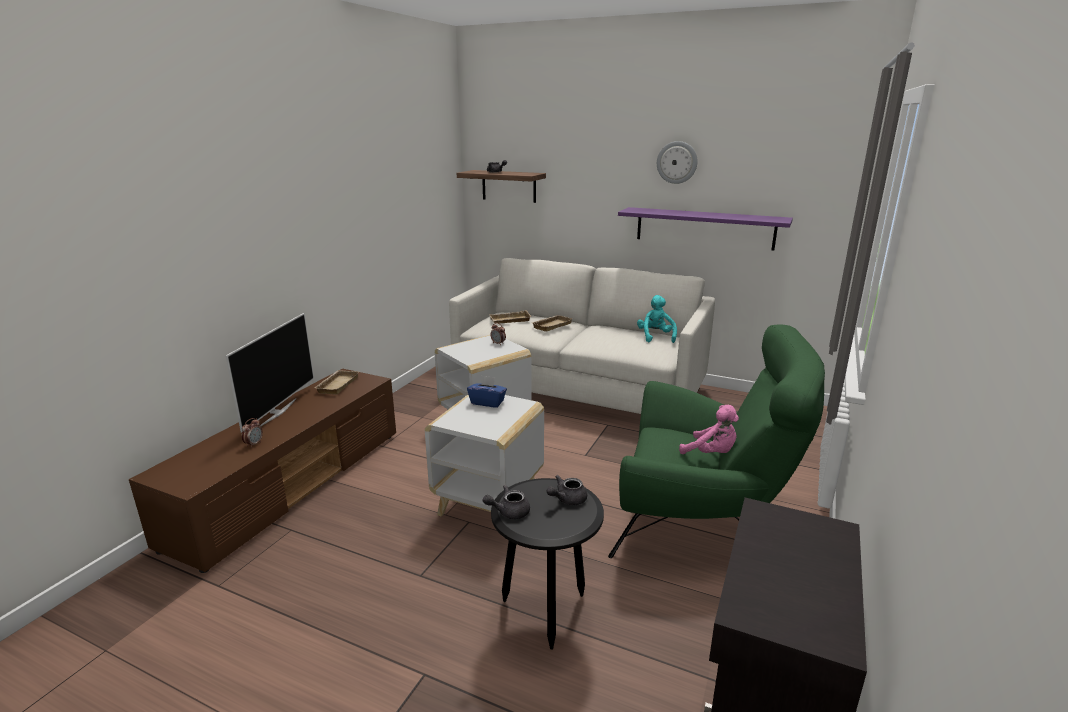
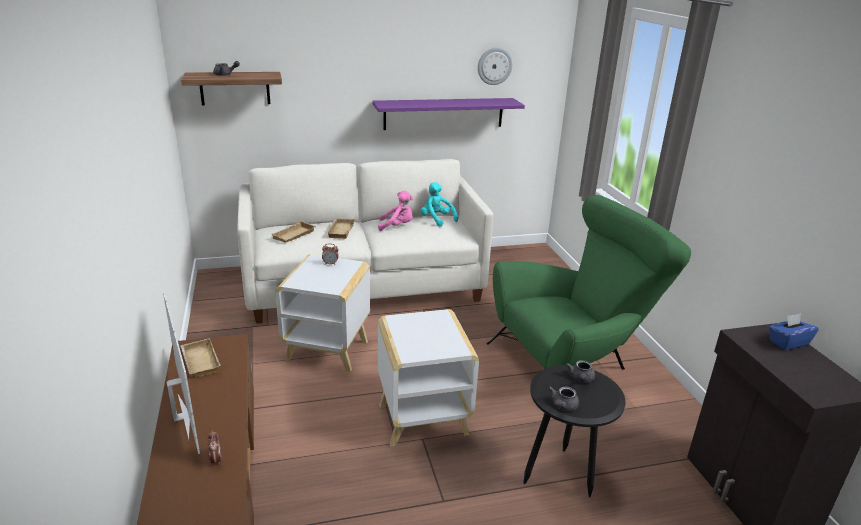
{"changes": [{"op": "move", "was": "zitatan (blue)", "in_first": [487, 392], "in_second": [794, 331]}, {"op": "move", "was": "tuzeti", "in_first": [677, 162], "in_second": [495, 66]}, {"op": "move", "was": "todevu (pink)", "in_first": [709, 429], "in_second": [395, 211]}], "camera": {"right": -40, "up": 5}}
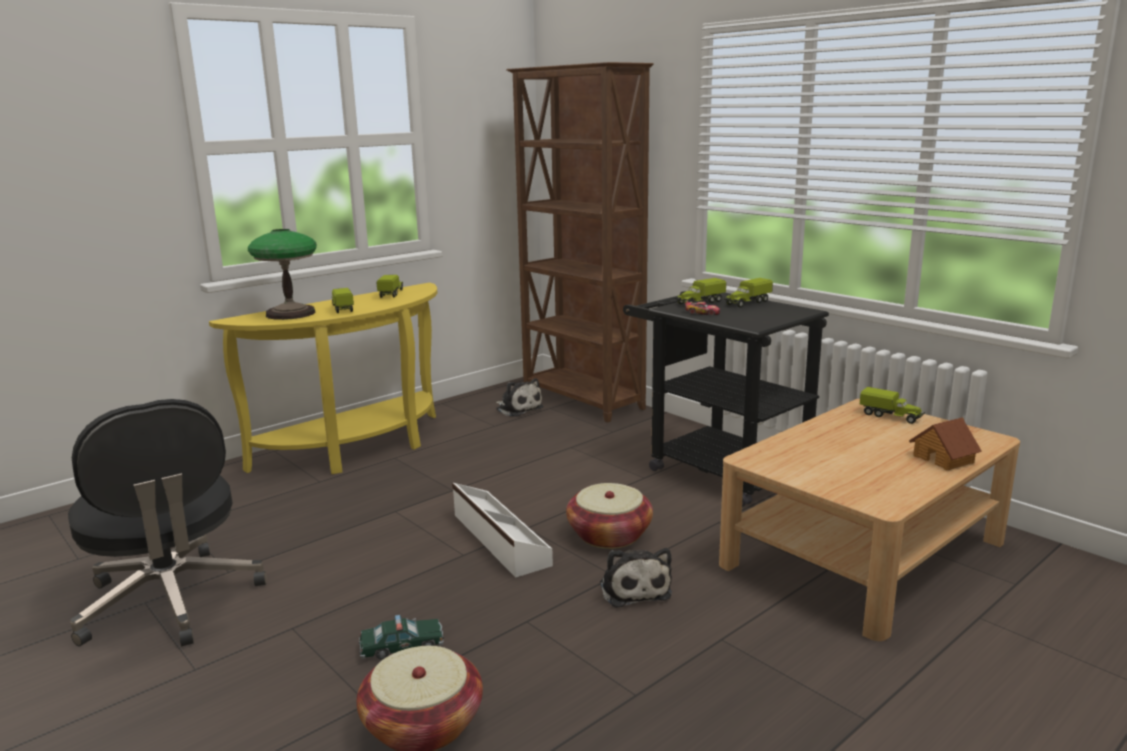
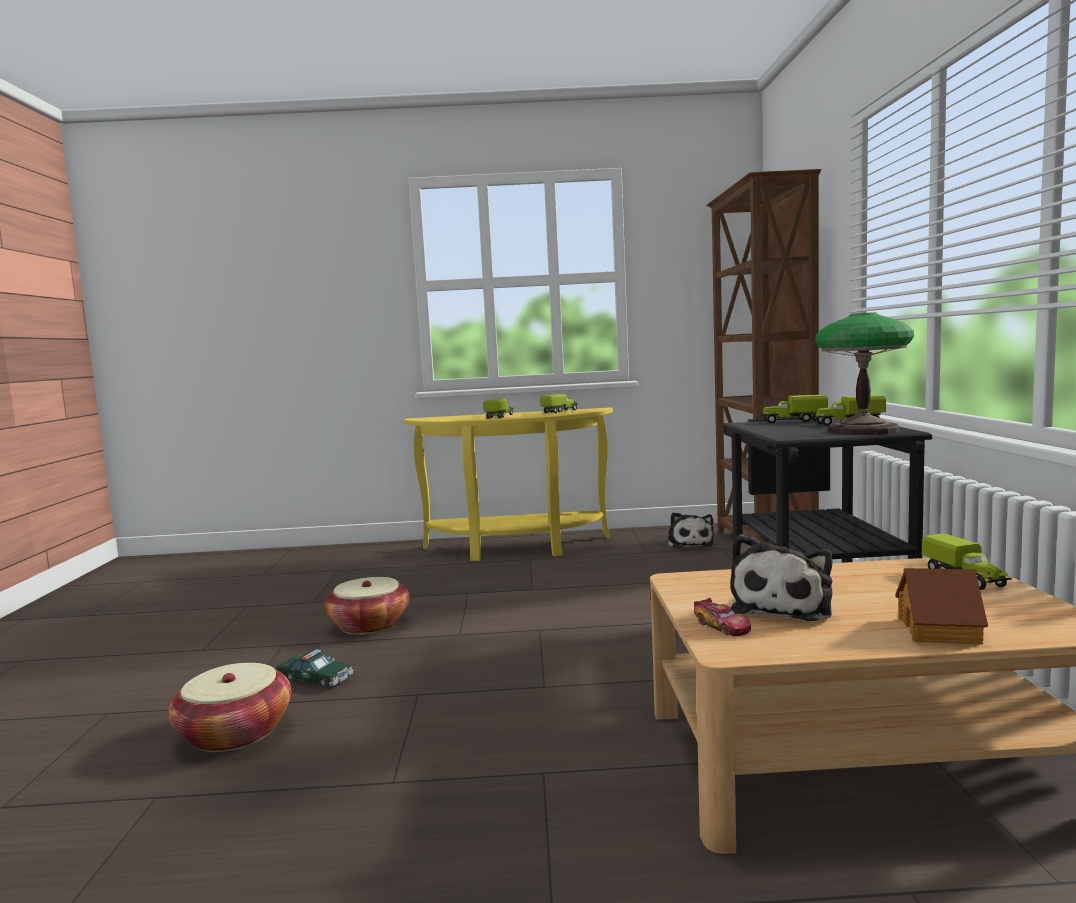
{"changes": [{"op": "delete", "was": "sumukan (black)", "in_first": [167, 523]}, {"op": "move", "was": "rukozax", "in_first": [282, 274], "in_second": [864, 373]}, {"op": "delete", "was": "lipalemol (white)", "in_first": [502, 530]}, {"op": "move", "was": "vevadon", "in_first": [609, 516], "in_second": [367, 606]}, {"op": "move", "was": "todevu", "in_first": [636, 578], "in_second": [781, 577]}, {"op": "move", "was": "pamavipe", "in_first": [702, 308], "in_second": [722, 617]}], "camera": {"right": 40, "up": -10}}
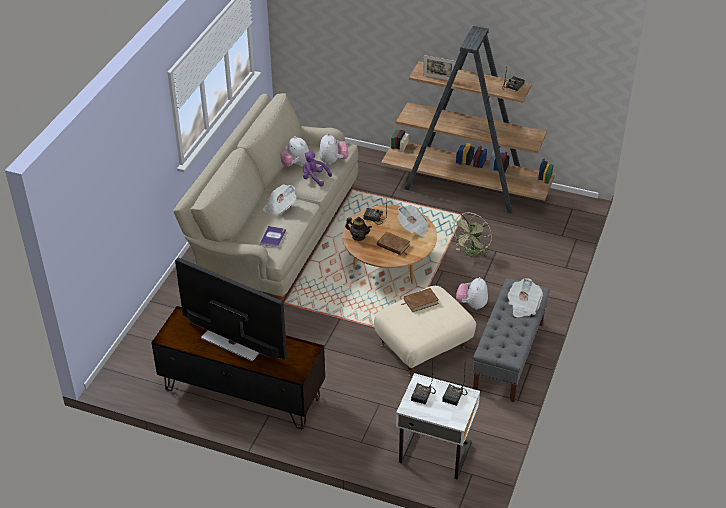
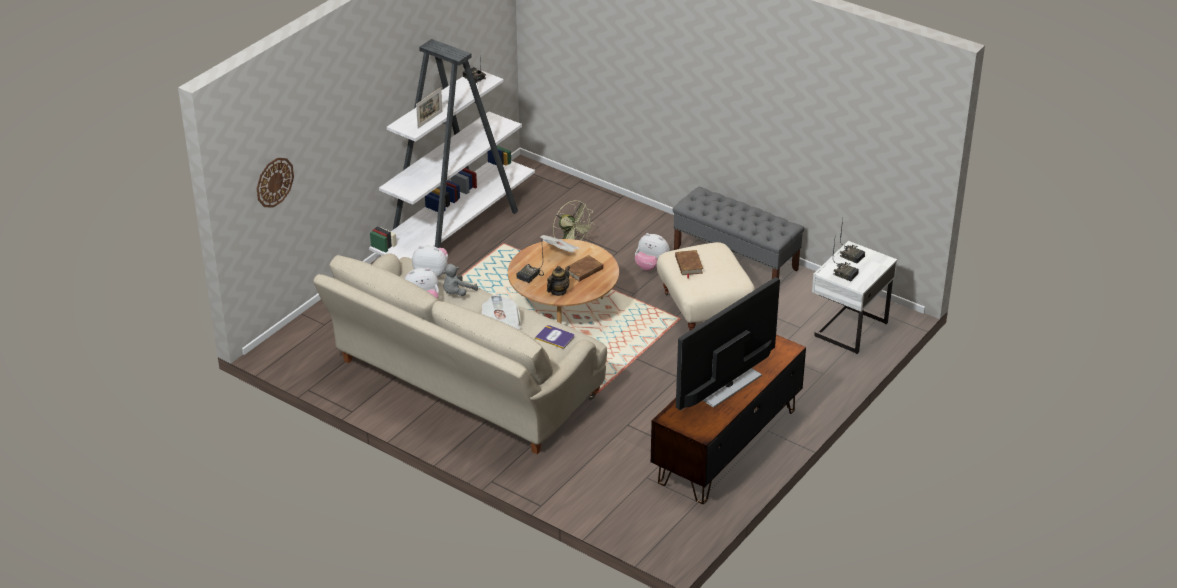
{"changes": [{"op": "recolor", "was": "todevu (purple)", "now": "todevu (grey)", "in_first": [317, 168], "in_second": [460, 280]}, {"op": "recolor", "was": "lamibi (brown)", "now": "lamibi (white)", "in_first": [468, 120], "in_second": [452, 149]}, {"op": "delete", "was": "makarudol", "in_first": [525, 297]}, {"op": "insert", "now": "tuzeti", "in_second": [275, 183]}], "camera": {"right": -75, "up": -5}}
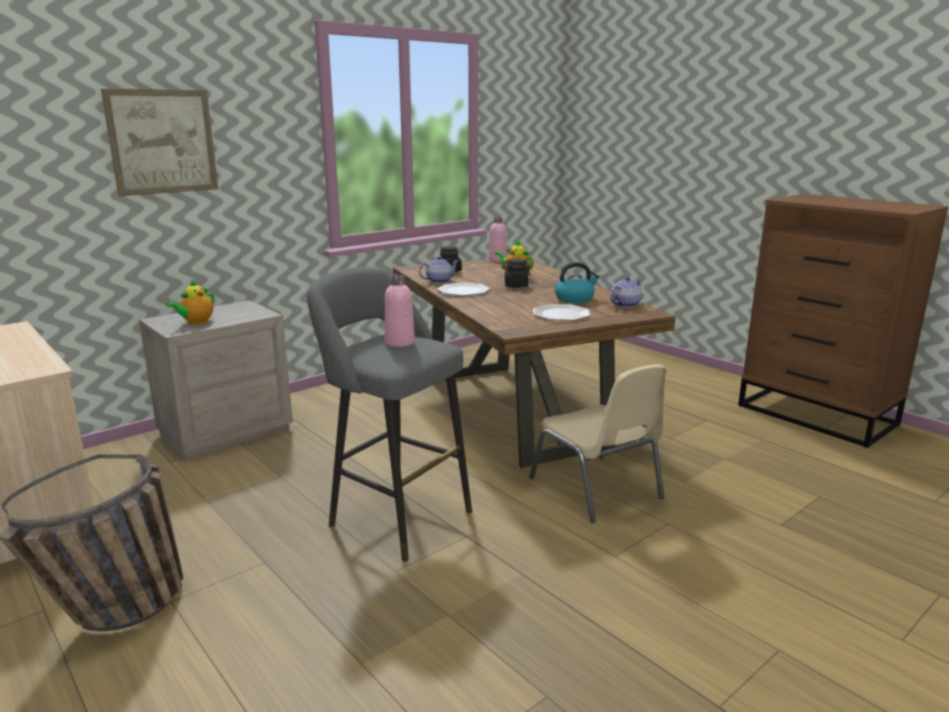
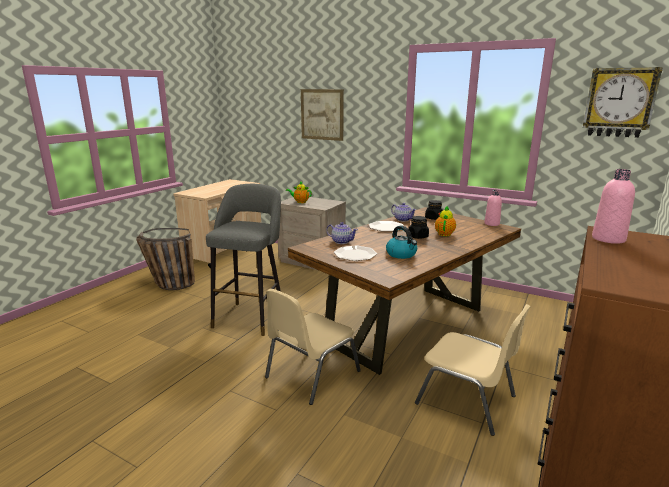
{"changes": [{"op": "move", "was": "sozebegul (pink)", "in_first": [400, 310], "in_second": [613, 206]}, {"op": "move", "was": "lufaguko", "in_first": [626, 292], "in_second": [342, 233]}, {"op": "insert", "now": "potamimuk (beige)", "in_second": [473, 370]}, {"op": "insert", "now": "tuzeti", "in_second": [623, 102]}], "camera": {"right": 70, "up": 0}}
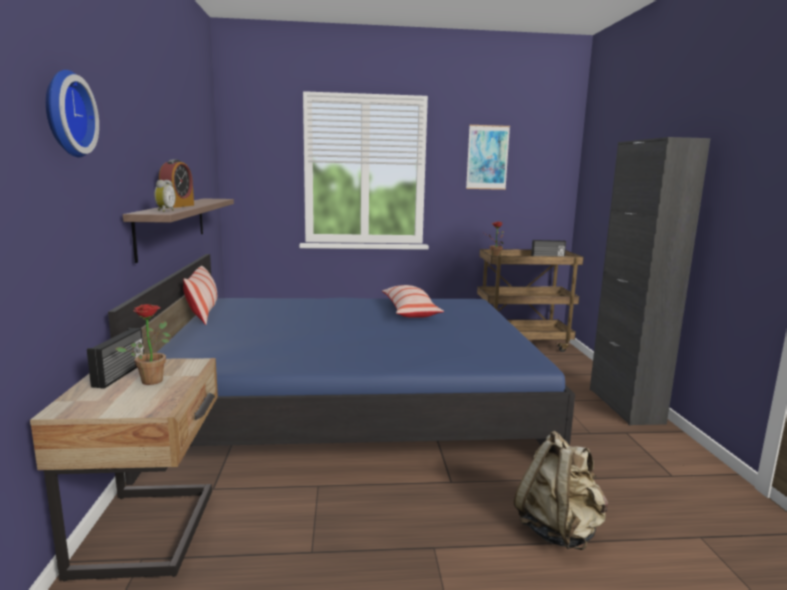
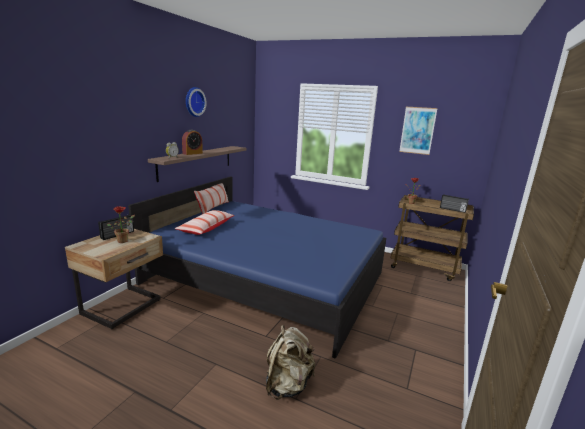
{"changes": [{"op": "move", "was": "tuzeti", "in_first": [72, 113], "in_second": [196, 102]}, {"op": "move", "was": "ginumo", "in_first": [413, 301], "in_second": [205, 222]}, {"op": "delete", "was": "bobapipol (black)", "in_first": [650, 281]}], "camera": {"right": 30, "up": 5}}
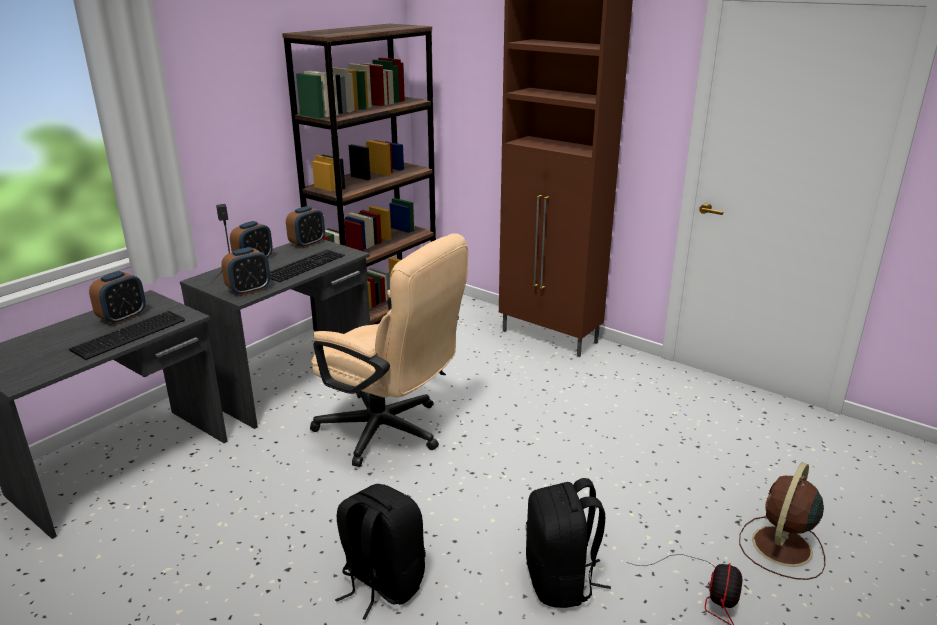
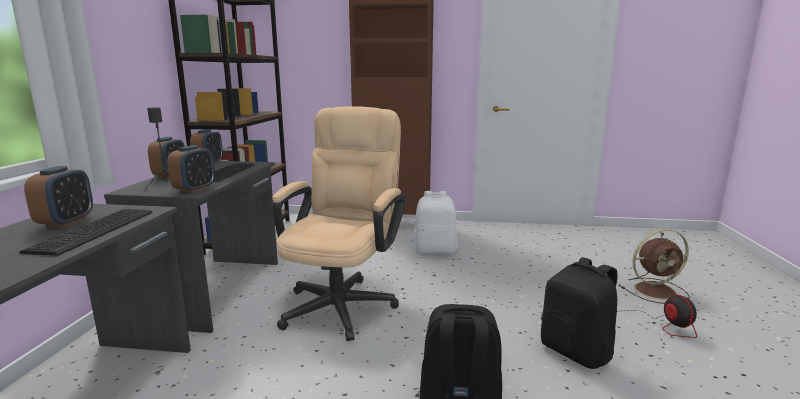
{"changes": [{"op": "rotate", "was": "sumukan (beige)", "in_first": [389, 350], "in_second": [339, 223], "clockwise": -75}, {"op": "rotate", "was": "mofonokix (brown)", "in_first": [782, 521], "in_second": [655, 266], "clockwise": -105}, {"op": "insert", "now": "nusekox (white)", "in_second": [436, 222]}], "camera": {"right": -30, "up": -10}}
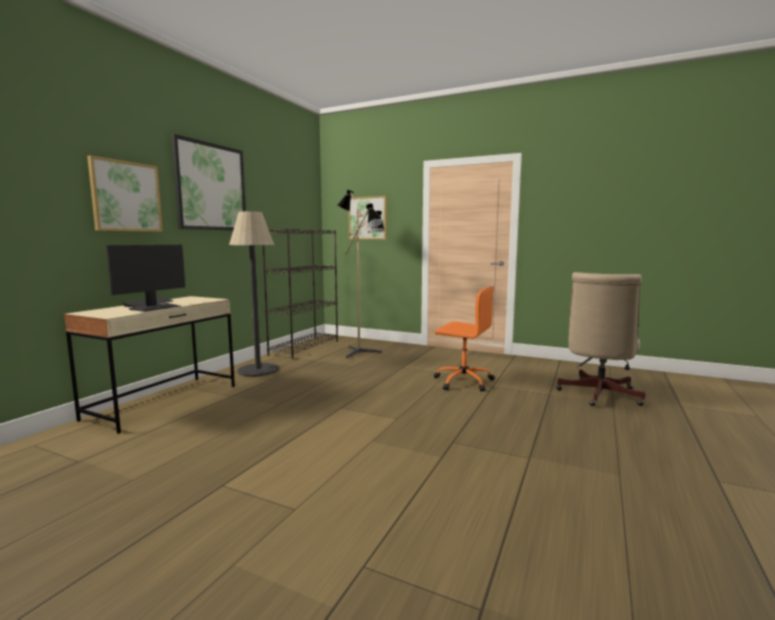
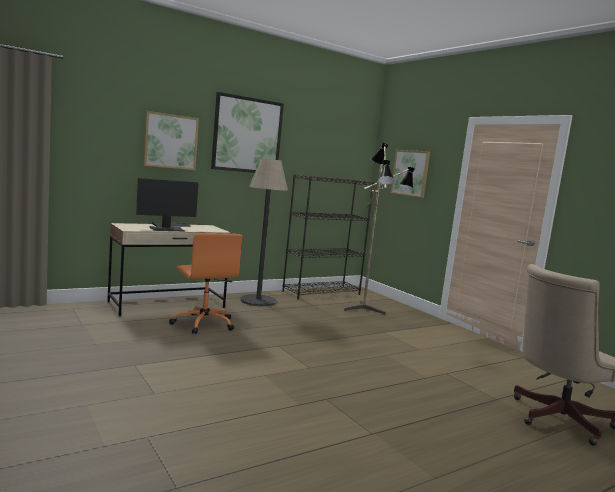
{"changes": [{"op": "move", "was": "sumukan (orange)", "in_first": [464, 339], "in_second": [206, 283]}], "camera": {"right": 30, "up": 0}}
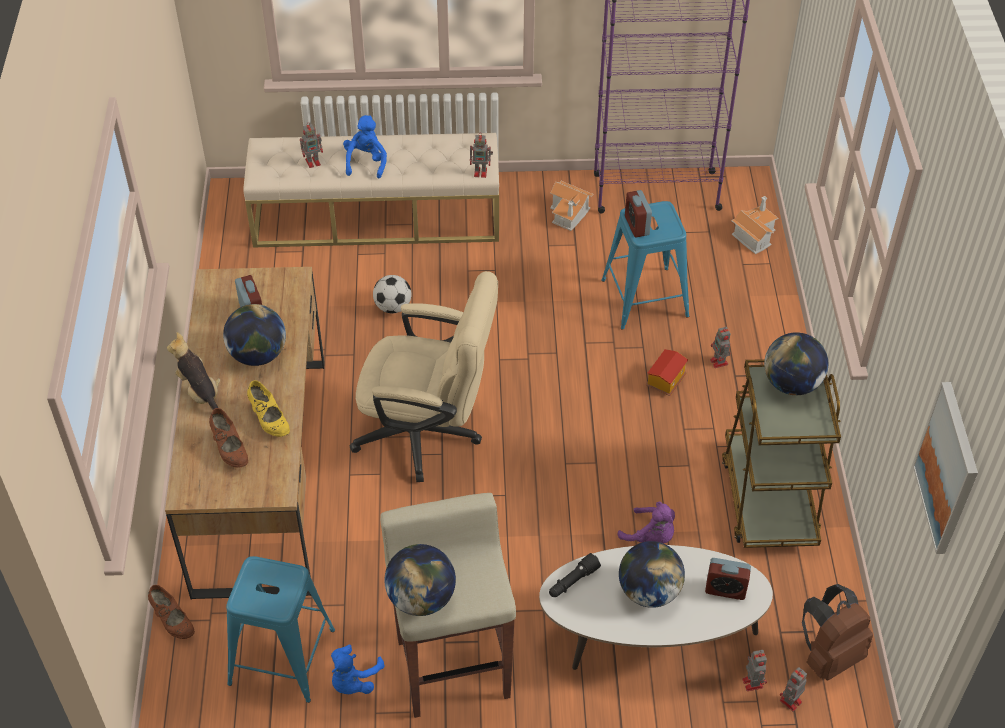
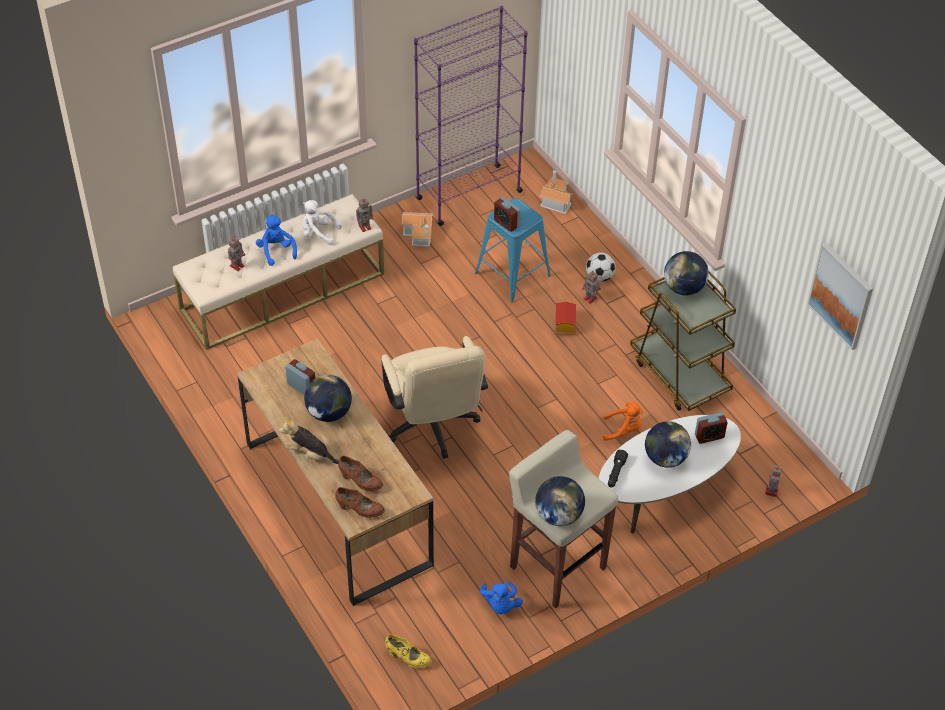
{"changes": [{"op": "move", "was": "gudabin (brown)", "in_first": [171, 612], "in_second": [360, 502]}, {"op": "delete", "was": "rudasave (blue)", "in_first": [280, 629]}, {"op": "move", "was": "gudabin (yellow)", "in_first": [268, 408], "in_second": [408, 651]}, {"op": "rotate", "was": "sumukan (beige)", "in_first": [424, 376], "in_second": [434, 397], "clockwise": 90}, {"op": "move", "was": "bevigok", "in_first": [392, 294], "in_second": [601, 267]}, {"op": "recolor", "was": "todevu (purple)", "now": "todevu (orange)", "in_first": [646, 522], "in_second": [623, 421]}, {"op": "delete", "was": "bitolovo", "in_first": [754, 670]}, {"op": "delete", "was": "nusekox (brown)", "in_first": [837, 632]}, {"op": "insert", "now": "todevu (white)", "in_second": [322, 222]}], "camera": {"right": -30, "up": 0}}
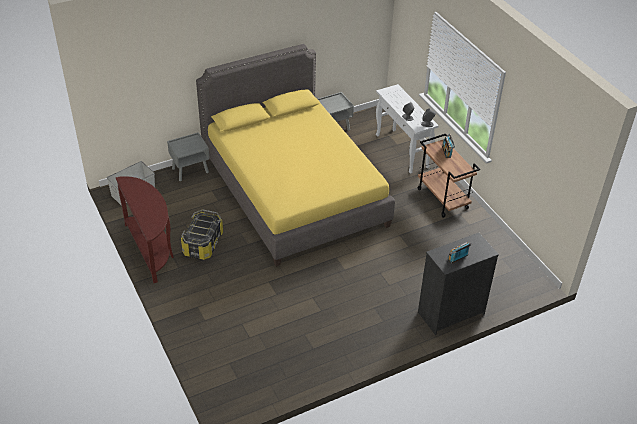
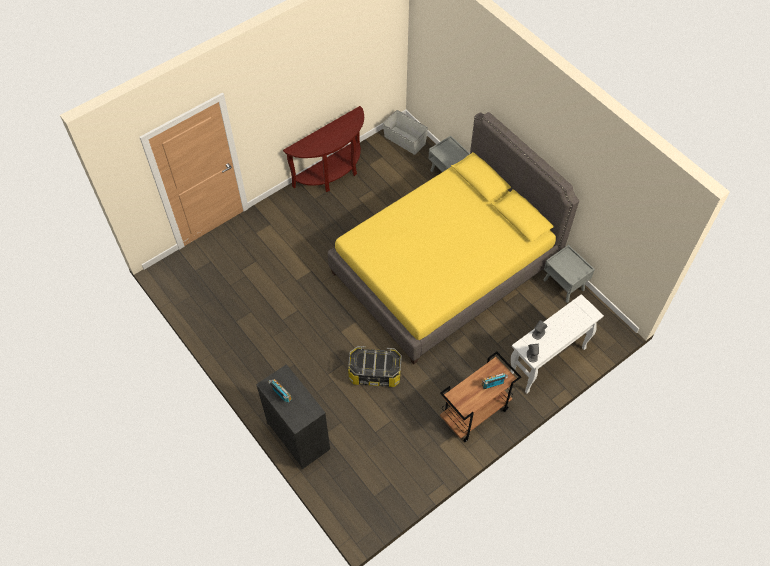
{"changes": [{"op": "move", "was": "lipalemol", "in_first": [202, 234], "in_second": [375, 366]}], "camera": {"right": 80, "up": 15}}
